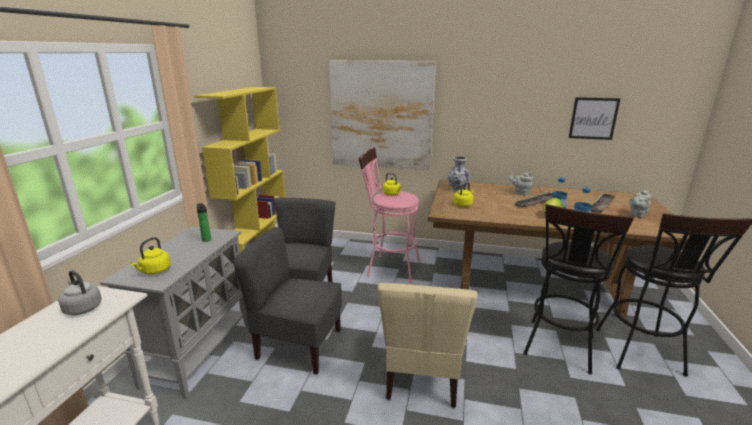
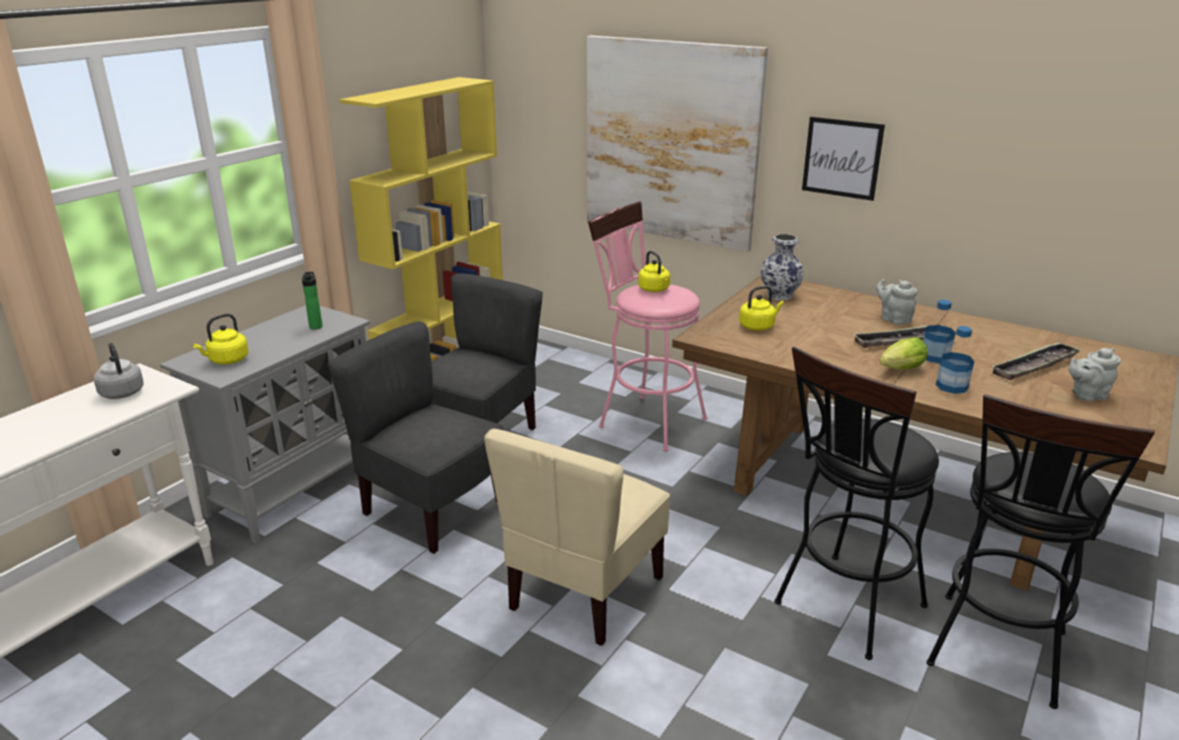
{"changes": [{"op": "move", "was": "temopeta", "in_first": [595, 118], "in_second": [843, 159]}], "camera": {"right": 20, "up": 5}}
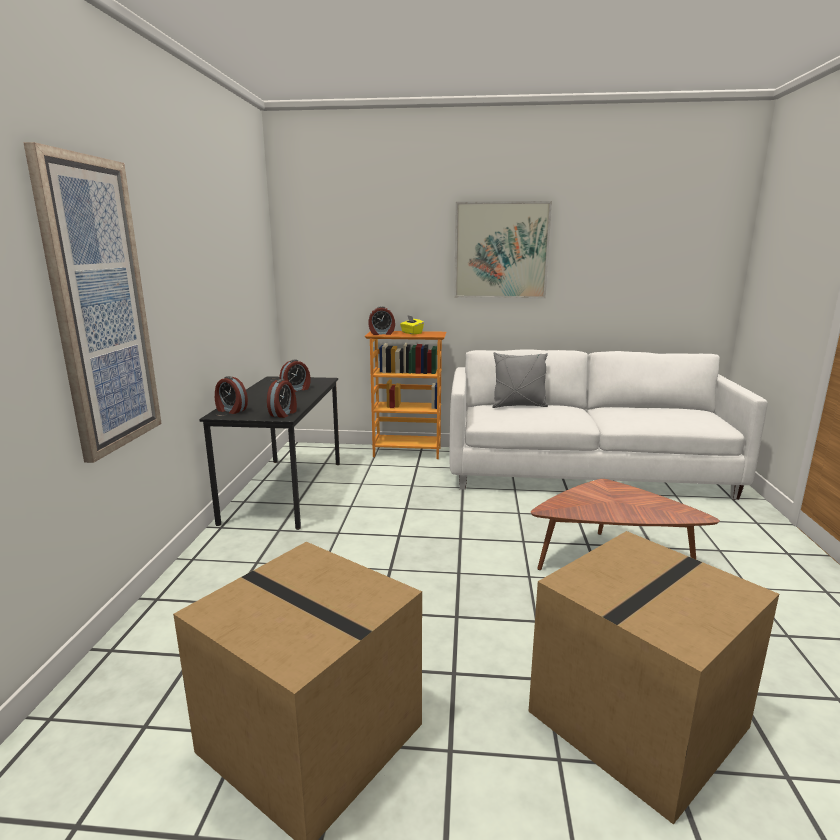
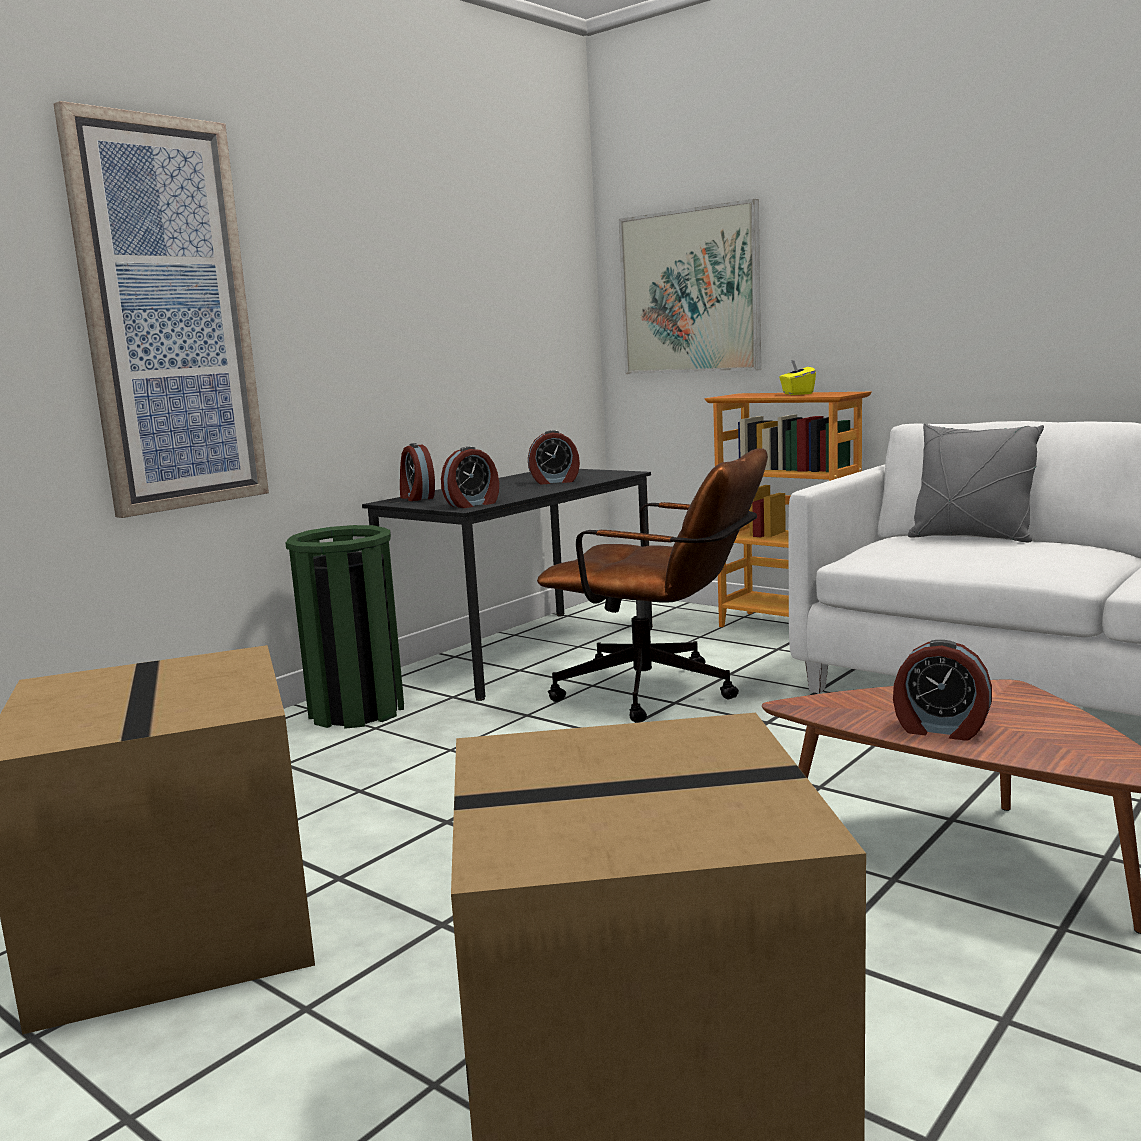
{"changes": [{"op": "move", "was": "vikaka", "in_first": [381, 320], "in_second": [942, 690]}, {"op": "move", "was": "temopeta", "in_first": [503, 250], "in_second": [690, 286]}, {"op": "insert", "now": "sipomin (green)", "in_second": [345, 627]}, {"op": "insert", "now": "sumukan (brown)", "in_second": [652, 585]}], "camera": {"right": 35, "up": -5}}
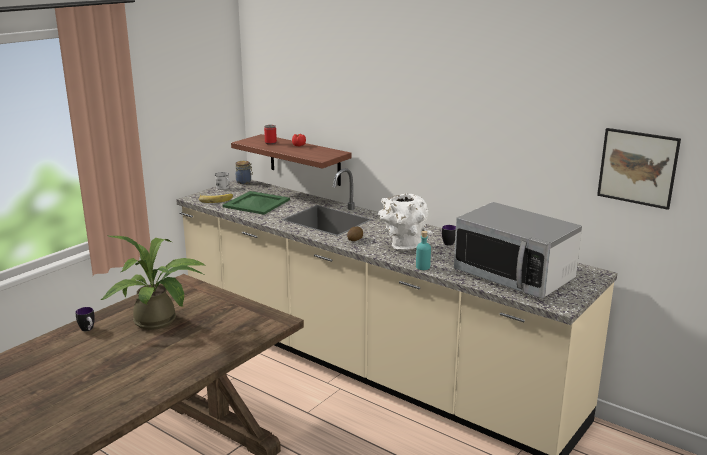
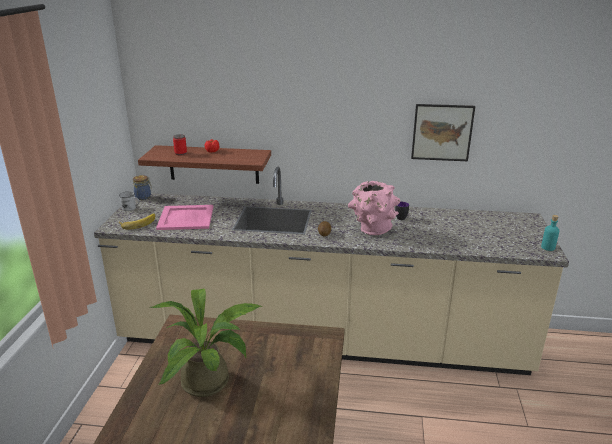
{"changes": [{"op": "delete", "was": "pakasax", "in_first": [85, 319]}, {"op": "recolor", "was": "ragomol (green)", "now": "ragomol (pink)", "in_first": [256, 203], "in_second": [184, 217]}, {"op": "recolor", "was": "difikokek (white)", "now": "difikokek (pink)", "in_first": [405, 222], "in_second": [374, 208]}, {"op": "move", "was": "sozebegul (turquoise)", "in_first": [423, 250], "in_second": [550, 233]}, {"op": "delete", "was": "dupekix", "in_first": [518, 250]}, {"op": "move", "was": "temopeta", "in_first": [639, 169], "in_second": [443, 132]}], "camera": {"right": -30, "up": 5}}
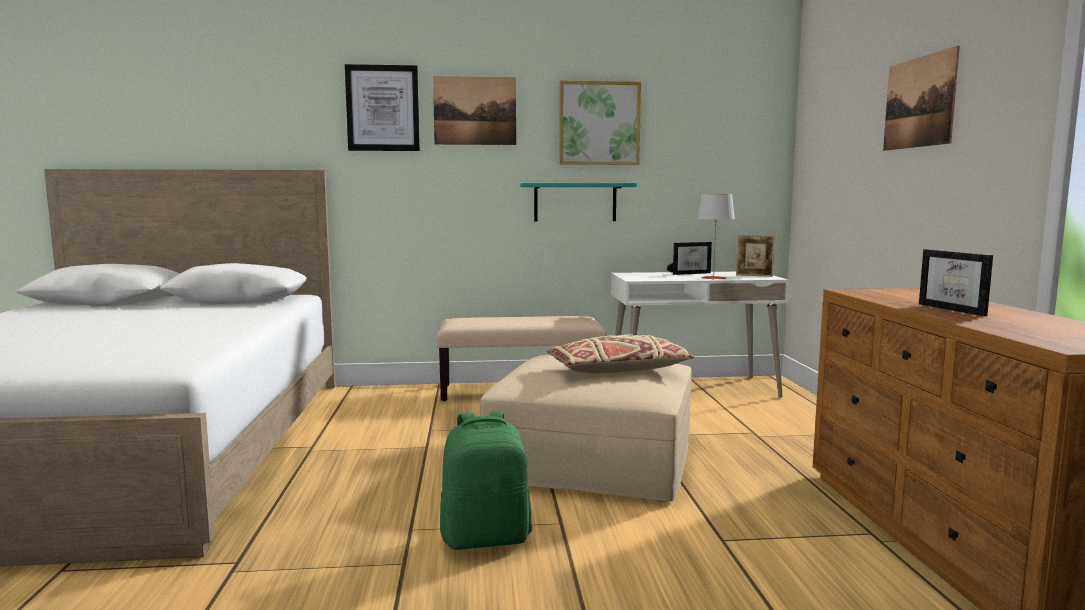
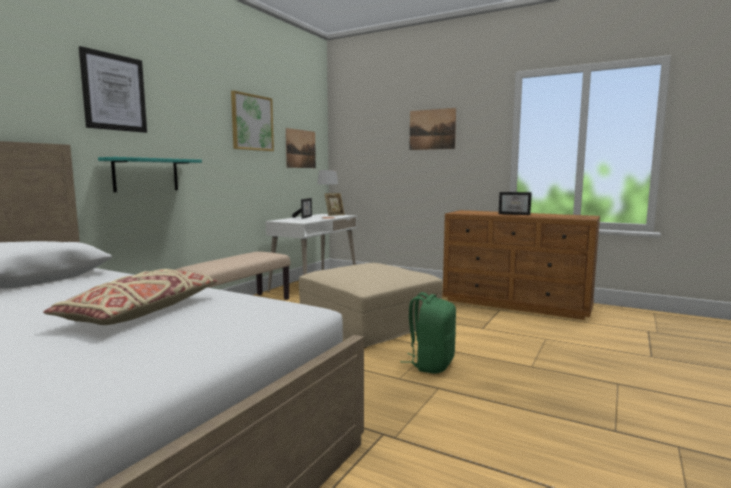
{"changes": [{"op": "move", "was": "temopeta", "in_first": [474, 110], "in_second": [301, 148]}, {"op": "move", "was": "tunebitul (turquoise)", "in_first": [578, 202], "in_second": [150, 174]}, {"op": "move", "was": "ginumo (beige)", "in_first": [621, 353], "in_second": [130, 297]}], "camera": {"right": -55, "up": 0}}
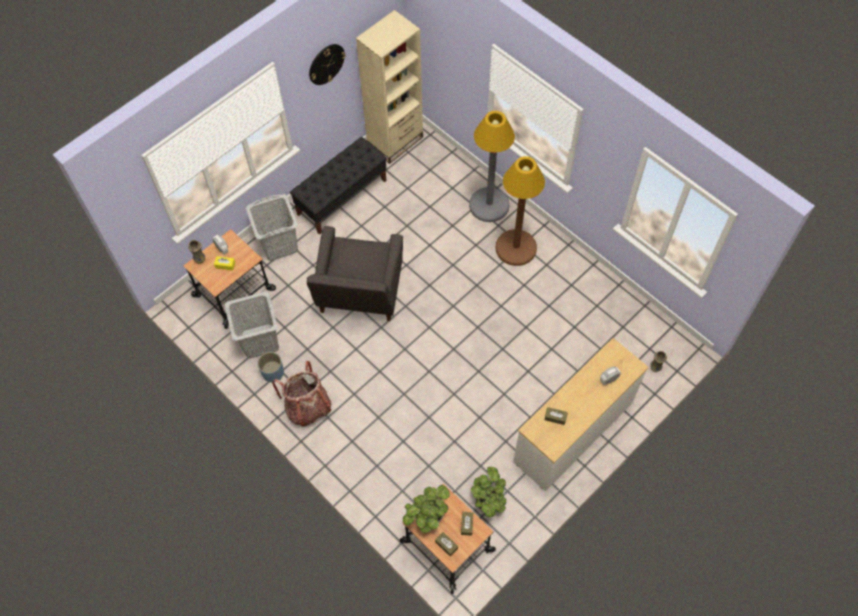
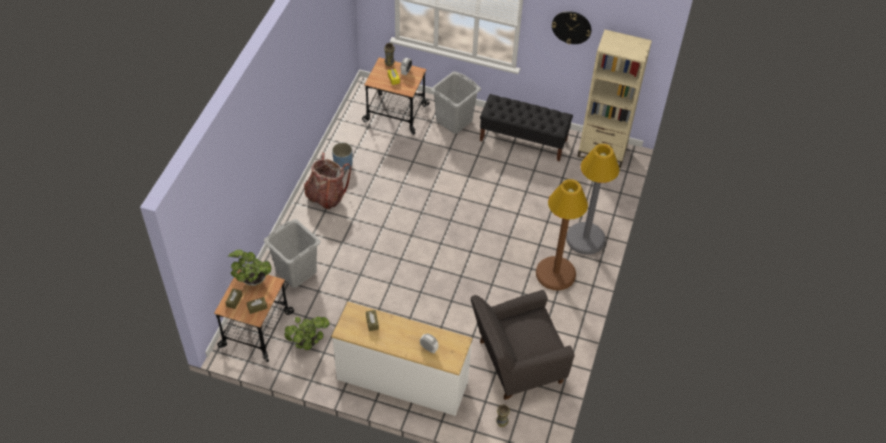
{"changes": [{"op": "move", "was": "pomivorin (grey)", "in_first": [251, 325], "in_second": [292, 253]}, {"op": "move", "was": "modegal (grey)", "in_first": [355, 273], "in_second": [523, 345]}], "camera": {"right": 60, "up": -10}}
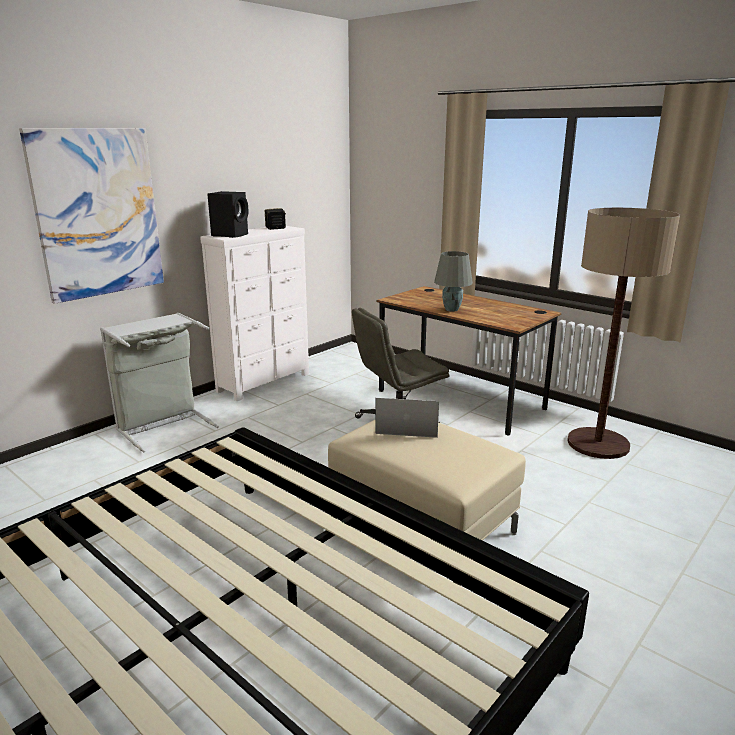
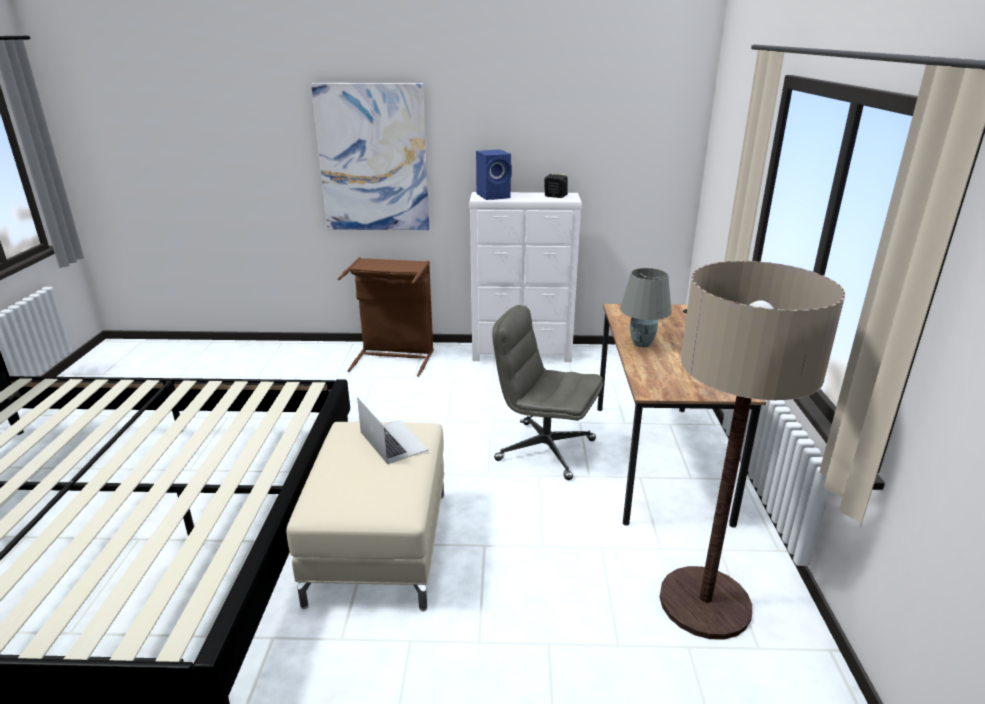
{"changes": [{"op": "recolor", "was": "pomivorin (grey)", "now": "pomivorin (brown)", "in_first": [159, 382], "in_second": [386, 317]}, {"op": "recolor", "was": "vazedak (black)", "now": "vazedak (blue)", "in_first": [228, 214], "in_second": [494, 174]}], "camera": {"right": 50, "up": 5}}
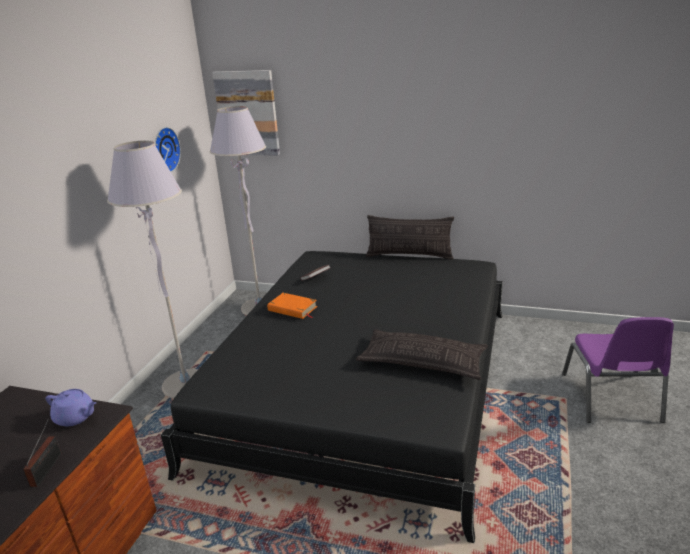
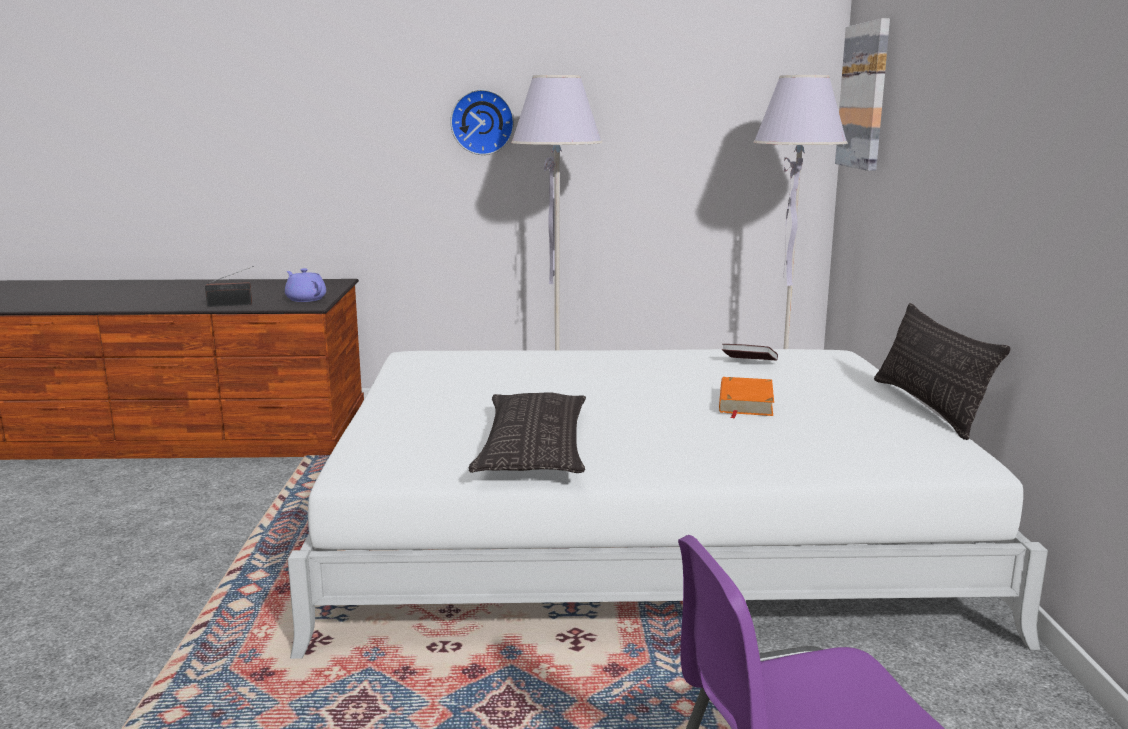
{"changes": [{"op": "rotate", "was": "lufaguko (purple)", "in_first": [71, 407], "in_second": [305, 285], "clockwise": 135}, {"op": "move", "was": "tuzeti", "in_first": [168, 149], "in_second": [482, 122]}, {"op": "recolor", "was": "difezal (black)", "now": "difezal (white)", "in_first": [332, 397], "in_second": [667, 504]}, {"op": "move", "was": "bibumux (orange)", "in_first": [292, 306], "in_second": [746, 397]}], "camera": {"right": 70, "up": -10}}
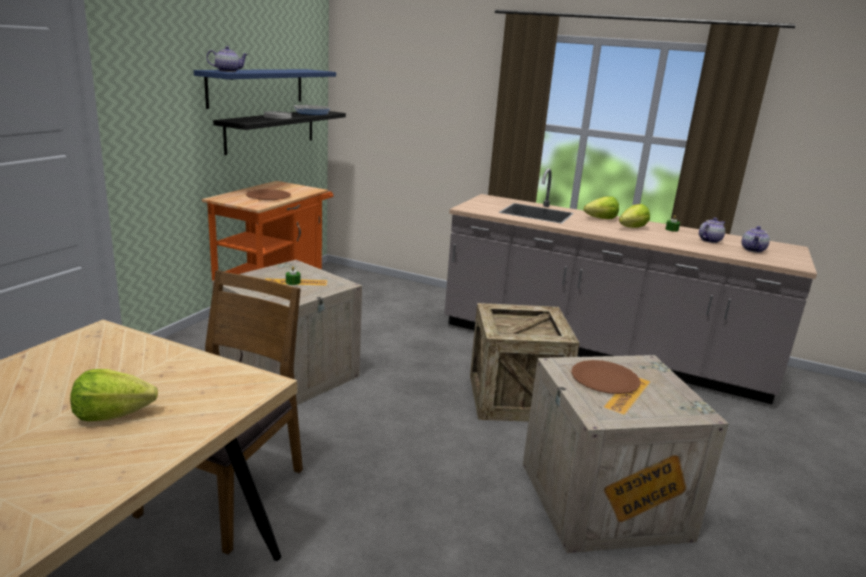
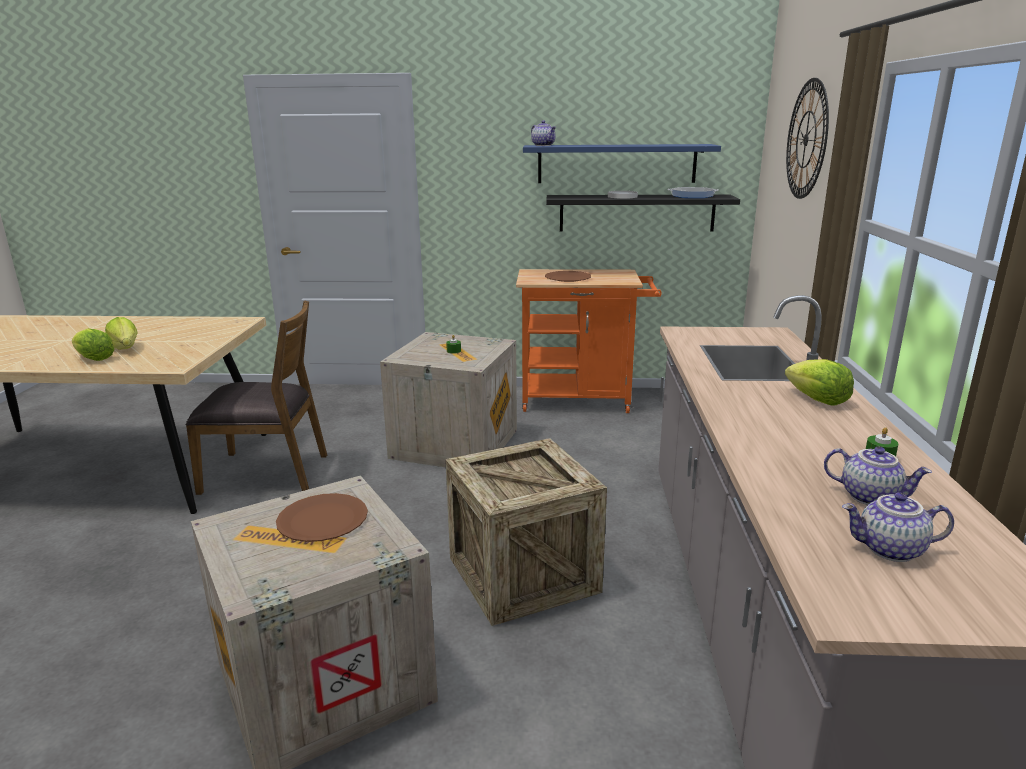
{"changes": [{"op": "move", "was": "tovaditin", "in_first": [634, 216], "in_second": [93, 344]}, {"op": "insert", "now": "tuzeti", "in_second": [807, 138]}], "camera": {"right": 70, "up": 0}}
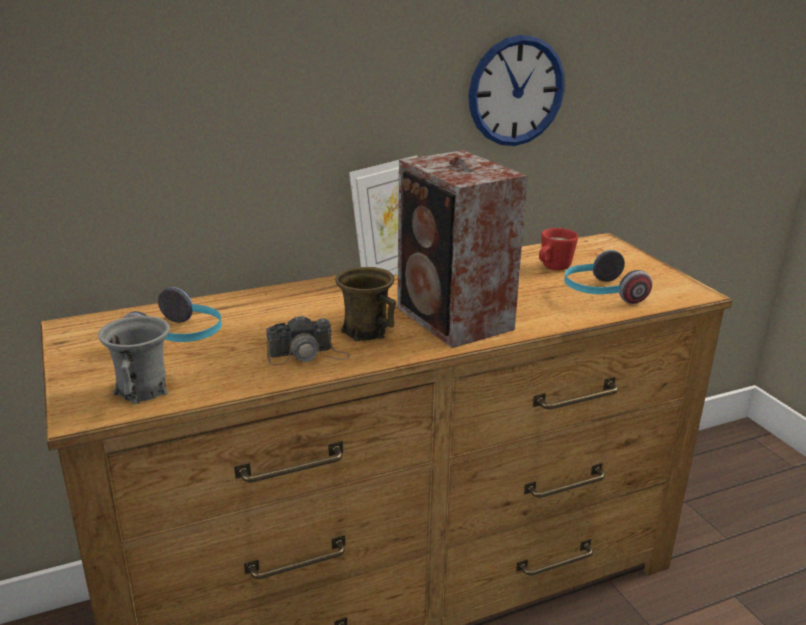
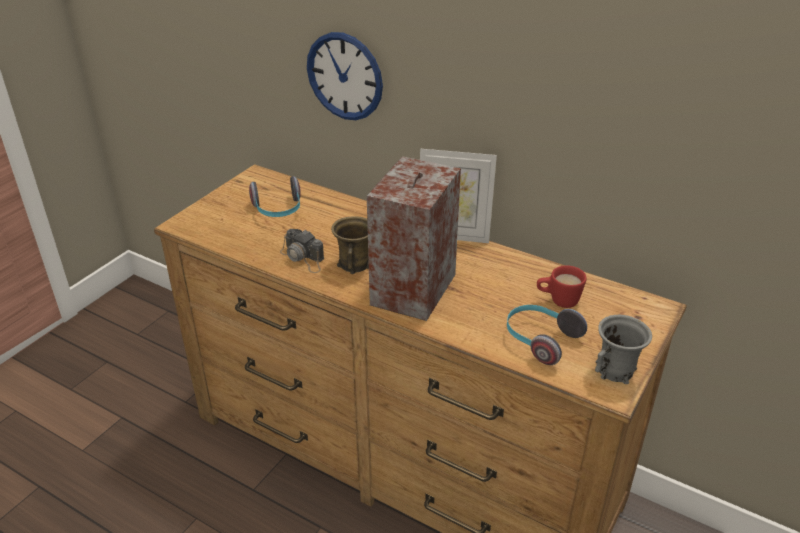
{"changes": [{"op": "move", "was": "pakasax (grey)", "in_first": [134, 360], "in_second": [623, 349]}, {"op": "move", "was": "tuzeti", "in_first": [516, 90], "in_second": [345, 76]}], "camera": {"right": 55, "up": 10}}
